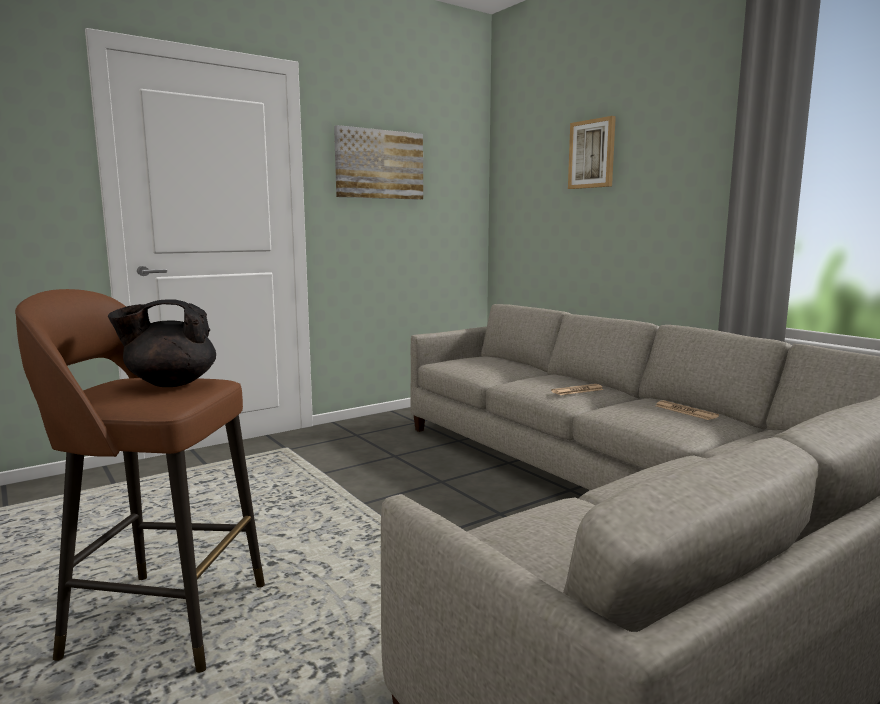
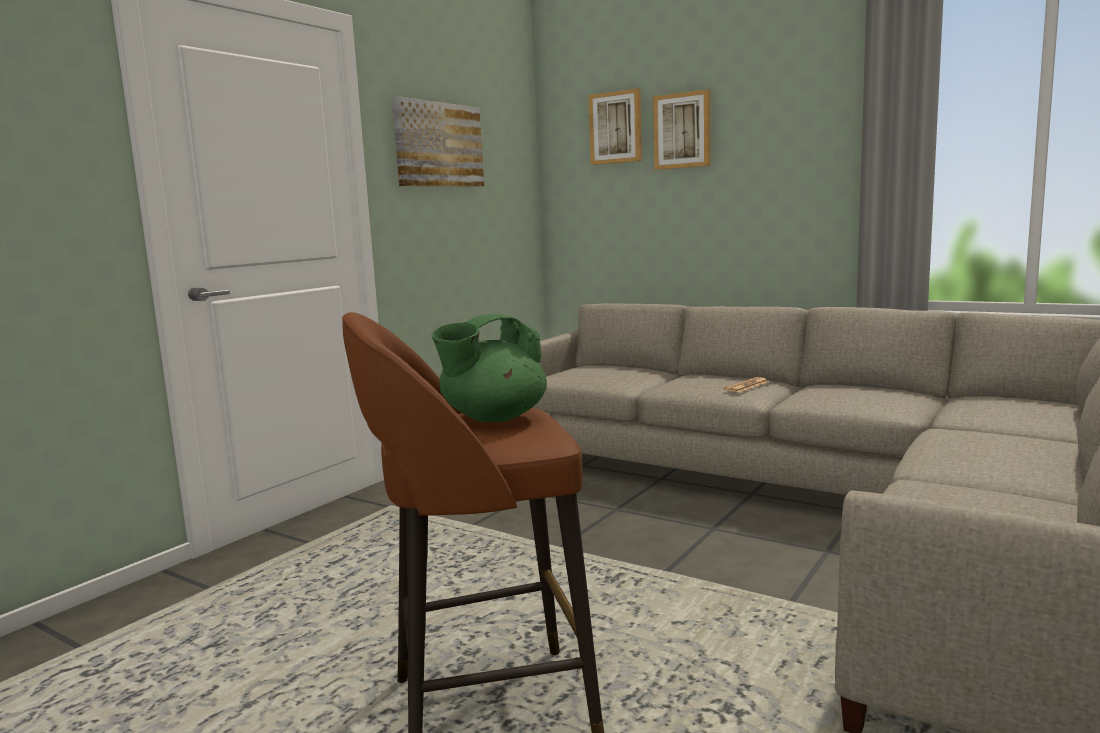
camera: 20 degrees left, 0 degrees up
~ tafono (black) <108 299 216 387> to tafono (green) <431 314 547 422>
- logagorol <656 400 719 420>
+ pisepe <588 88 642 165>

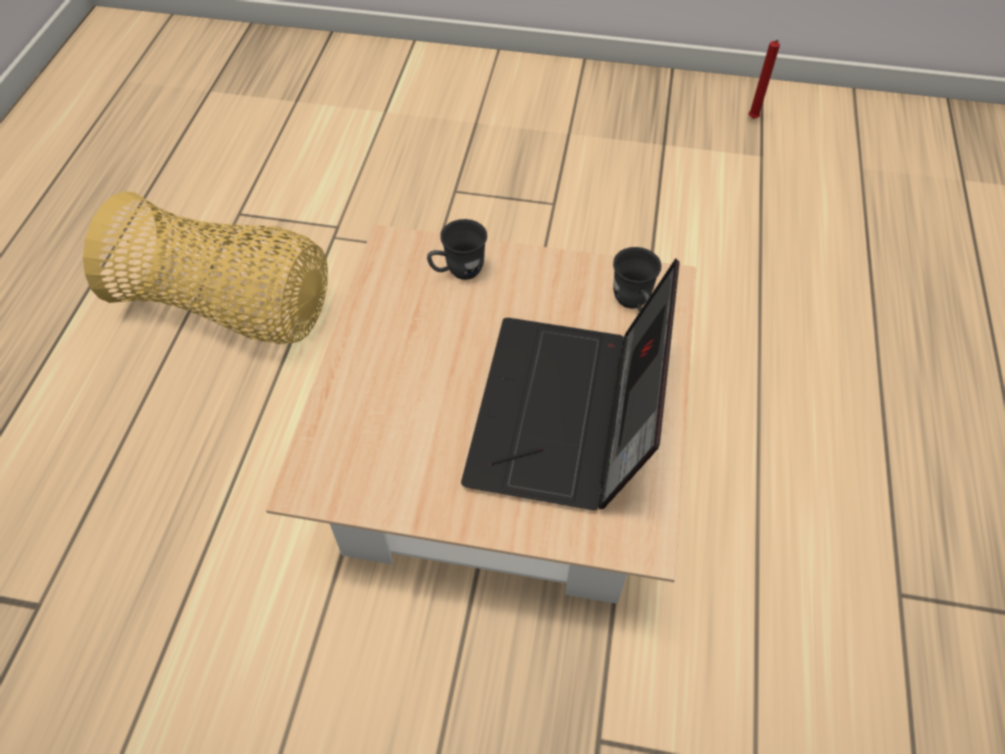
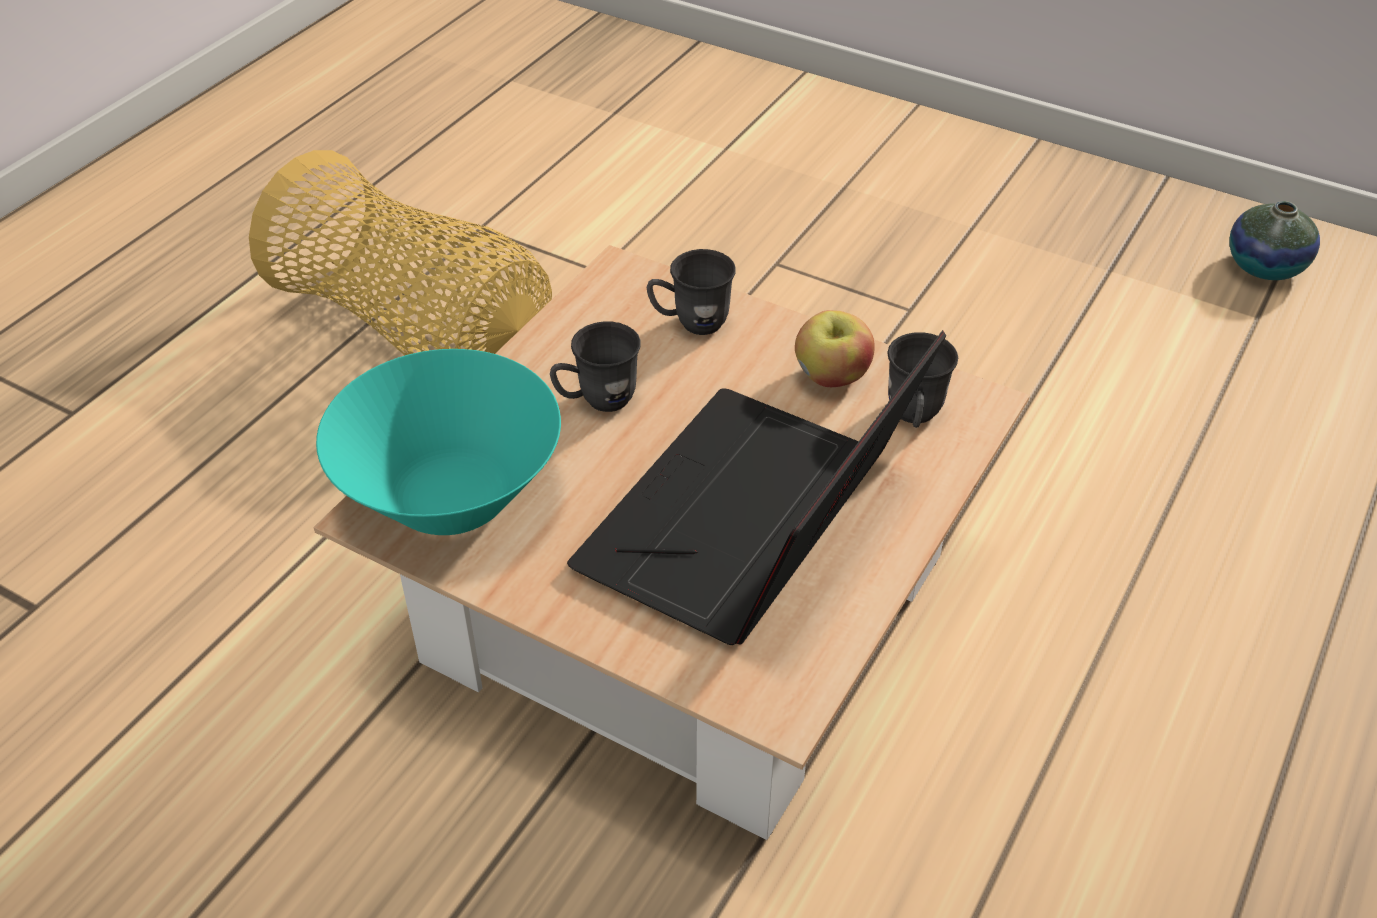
camera: 20 degrees right, 10 degrees down
~ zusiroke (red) <748 40 780 119> to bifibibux <1229 201 1320 280>
+ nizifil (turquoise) <316 349 561 535>
+ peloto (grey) <550 322 641 412>
+ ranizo <795 310 875 387>

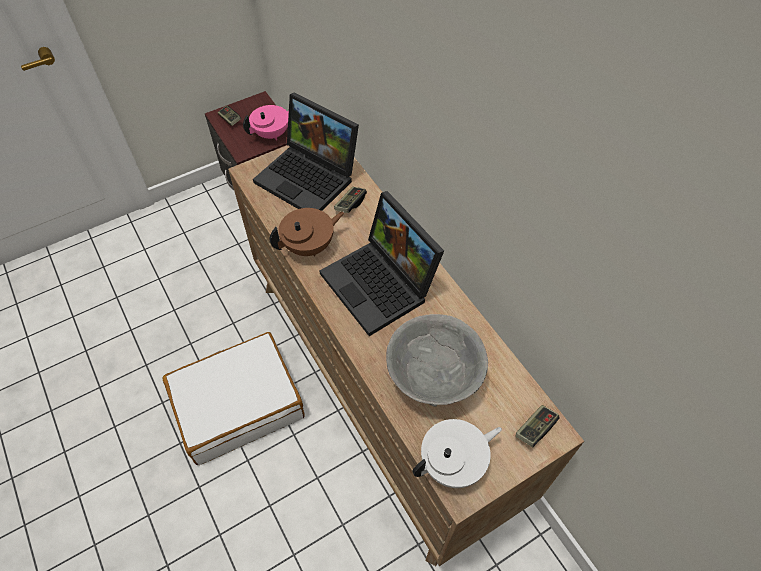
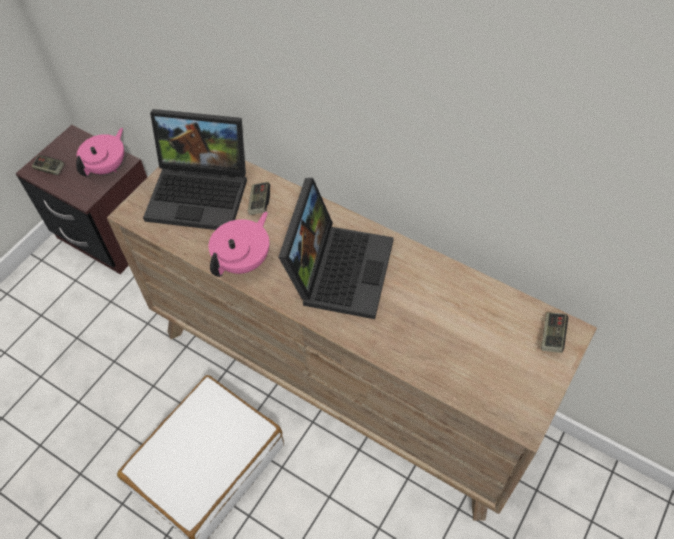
camera: 25 degrees left, 0 degrees up
~ tafono (brown) <270 208 344 257> to tafono (pink) <209 211 269 277>
~ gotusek <320 191 444 336> = <279 178 394 319> 105 degrees counterclockwise
- nizifil (grey) <386 314 488 407>
- tafono (white) <412 419 502 488>

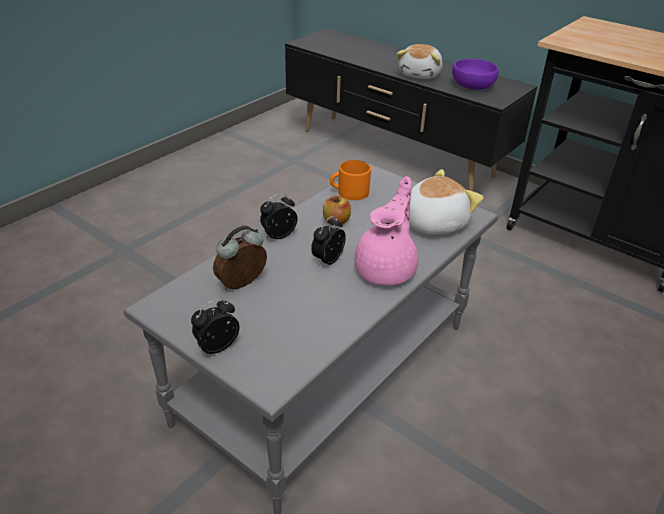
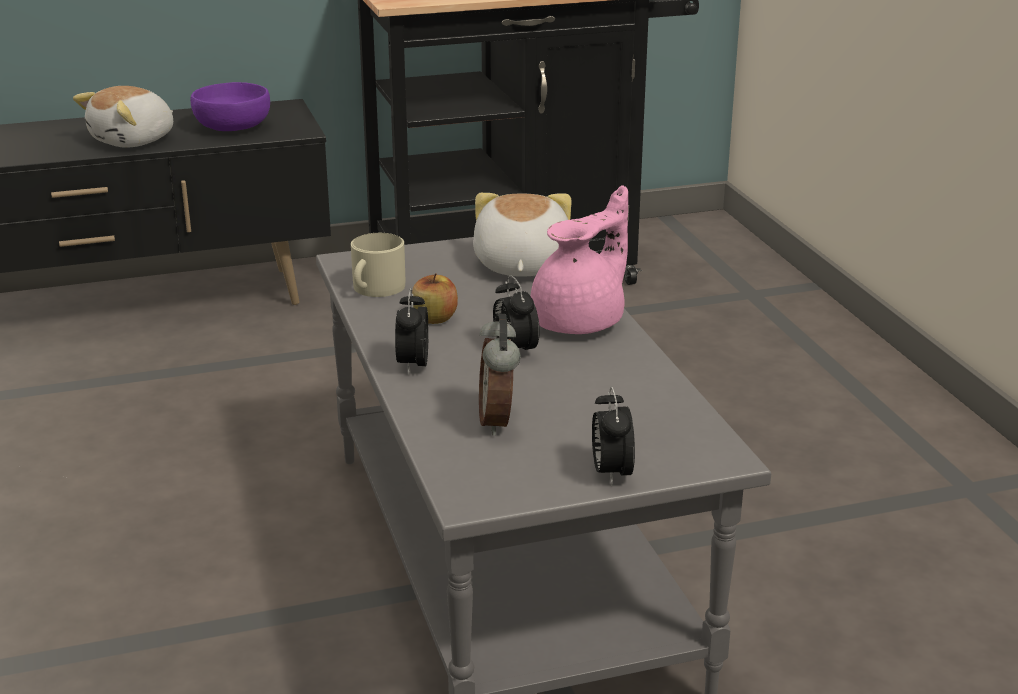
camera: 55 degrees left, 10 degrees down
~ peloto (orange) <330 160 371 200> to peloto (beige) <351 233 405 297>
~ tafono (pink) <355 176 418 285> = <531 185 628 334> 75 degrees clockwise
~ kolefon <397 44 443 79> = <73 86 173 148> 75 degrees clockwise

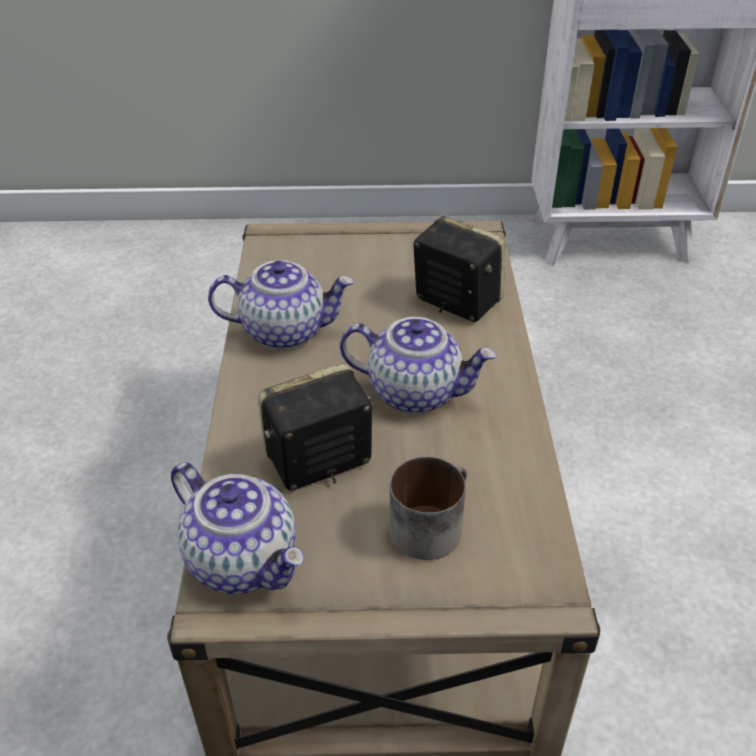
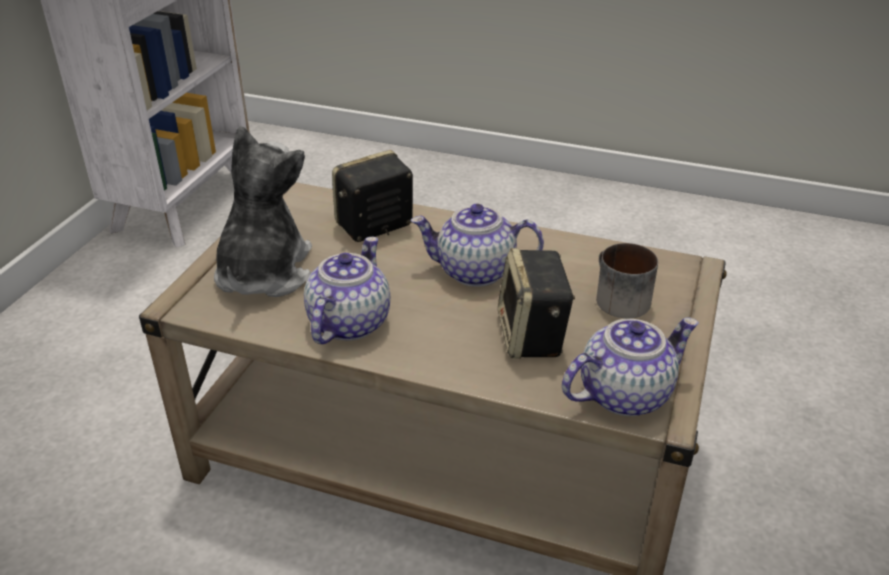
camera: 70 degrees left, 5 degrees down
~ tafono <340 317 497 414> = <411 203 544 287> 120 degrees counterclockwise
+ kolefon <214 126 312 297>

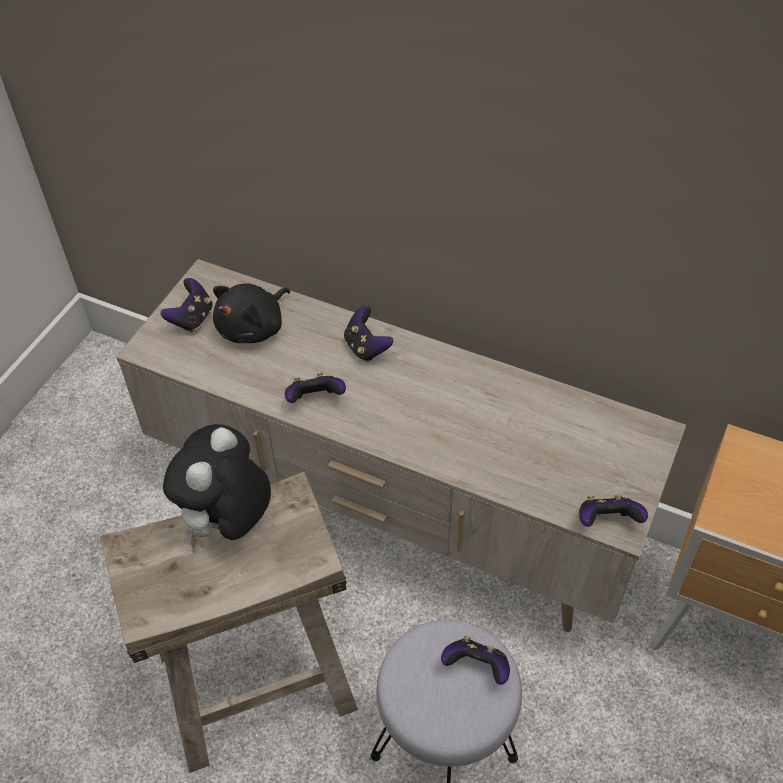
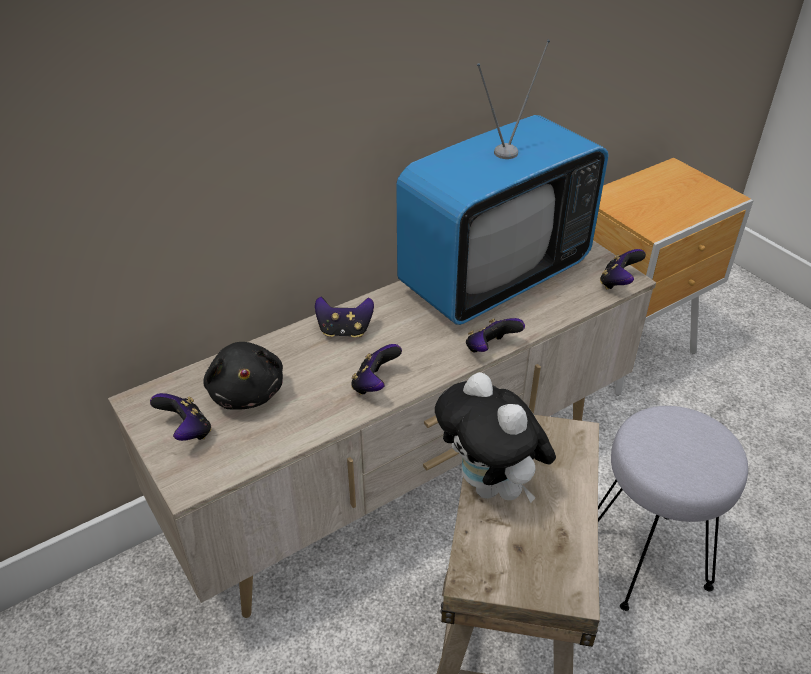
camera: 60 degrees left, 10 degrees down
~ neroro <441 636 510 685> to <466 318 525 353>
+ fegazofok <396 40 608 325>

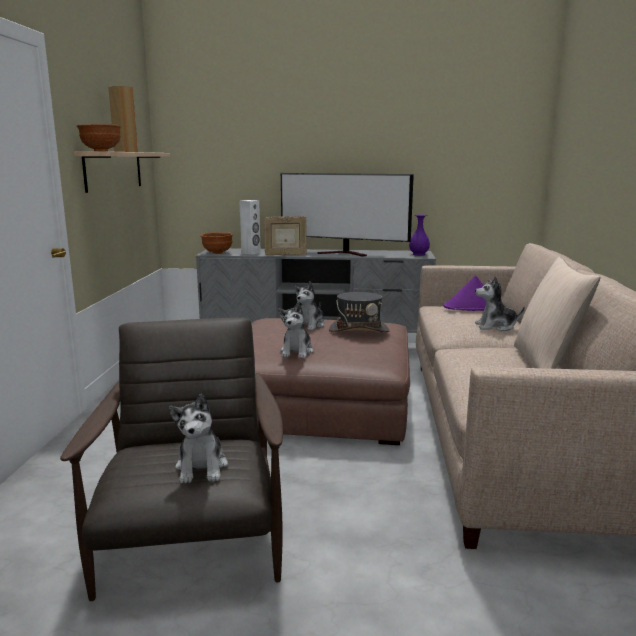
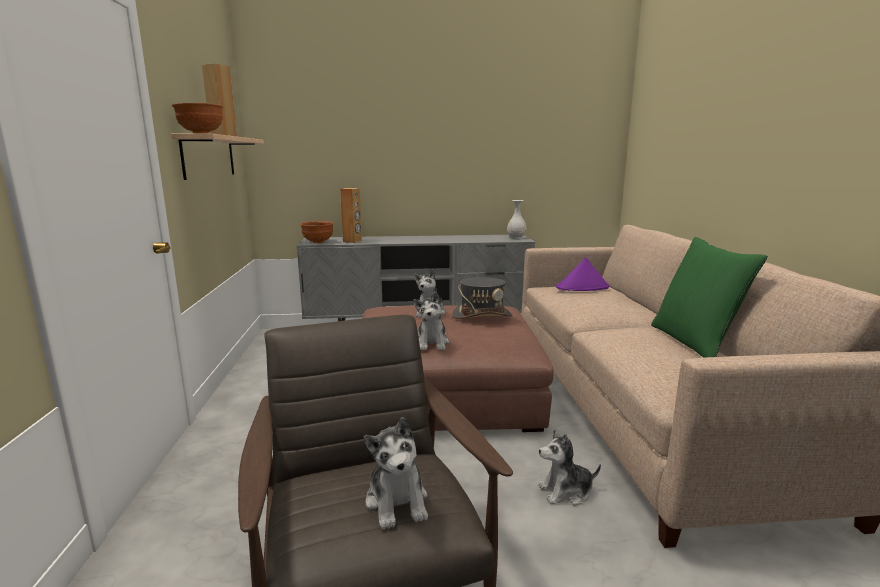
camera: 10 degrees left, 0 degrees up
~ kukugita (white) <240 200 261 255> to kukugita (brown) <340 188 362 243>
- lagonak <264 216 307 255>
- fegazofok <281 173 414 257>
~ bifibibux (purple) <409 214 430 256> to bifibibux (white) <507 200 527 239>
~ kolefon <475 277 525 331> to <538 429 601 506>
~ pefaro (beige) <514 257 601 369> to pefaro (green) <651 237 768 358>

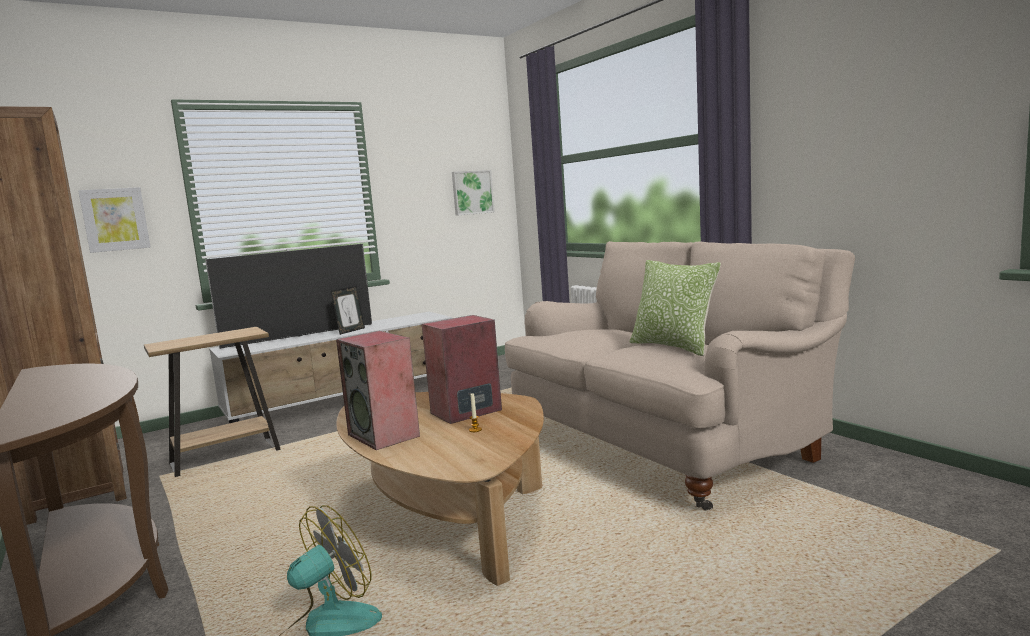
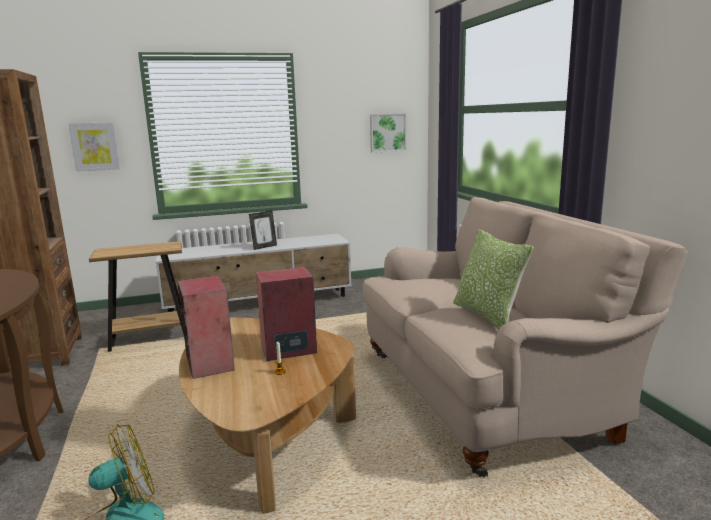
camera: 15 degrees right, 5 degrees up
- fegazofok <205 244 372 349>

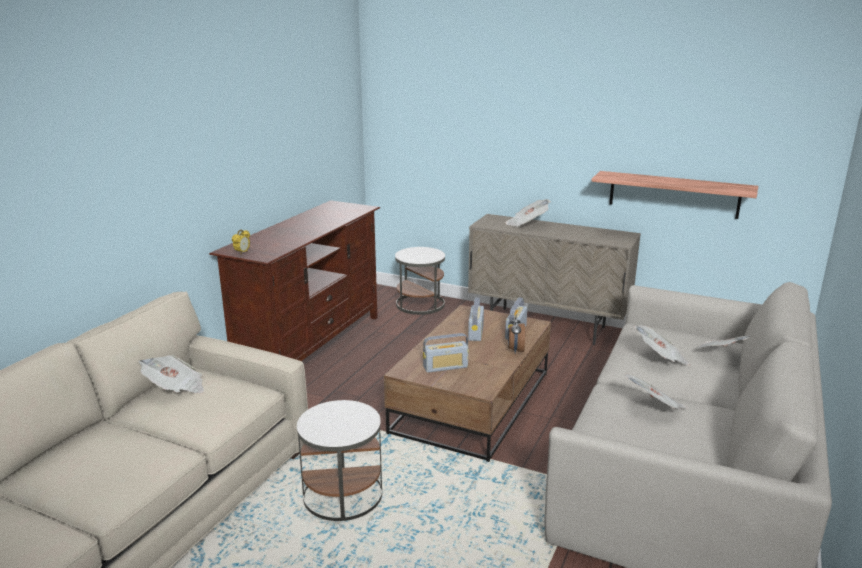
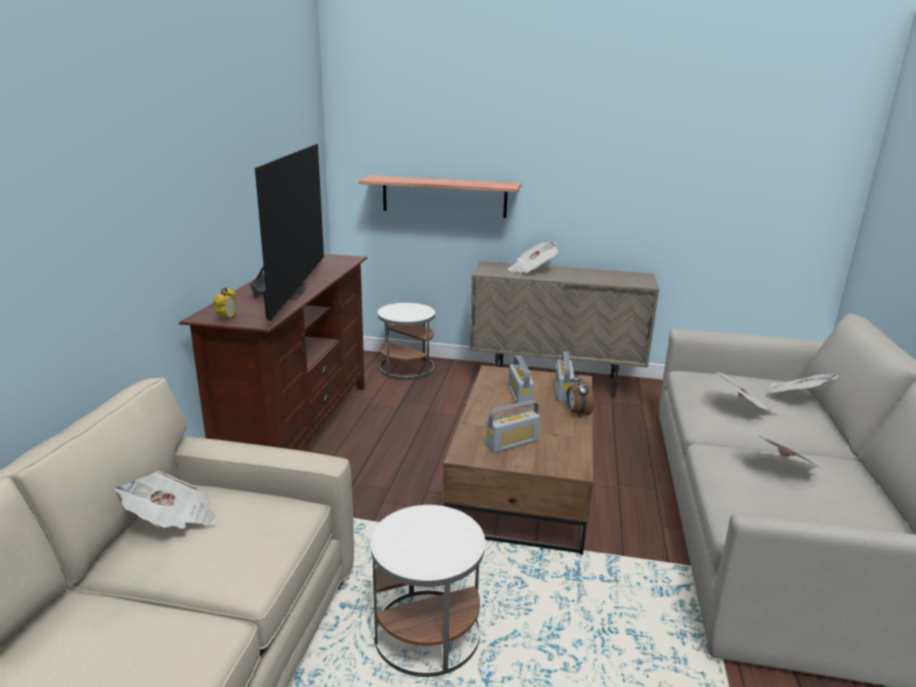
camera: 15 degrees left, 0 degrees up
~ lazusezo <592 171 758 219> to <359 175 521 218>
+ fegazofok <250 144 324 321>

